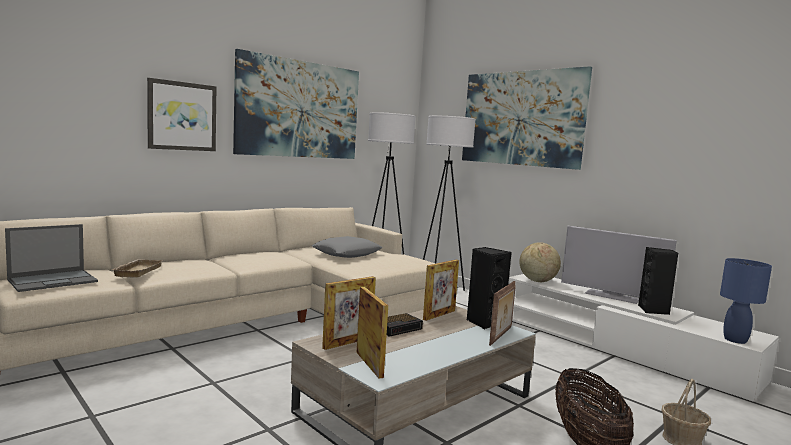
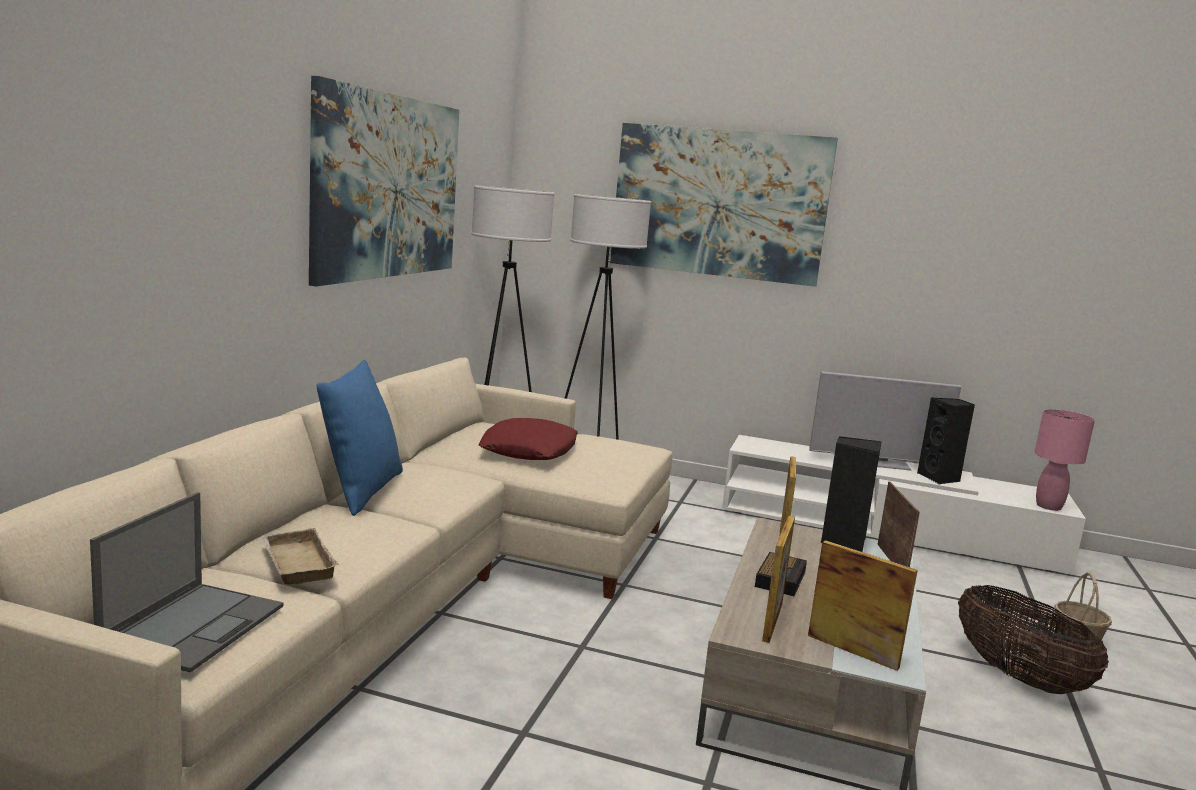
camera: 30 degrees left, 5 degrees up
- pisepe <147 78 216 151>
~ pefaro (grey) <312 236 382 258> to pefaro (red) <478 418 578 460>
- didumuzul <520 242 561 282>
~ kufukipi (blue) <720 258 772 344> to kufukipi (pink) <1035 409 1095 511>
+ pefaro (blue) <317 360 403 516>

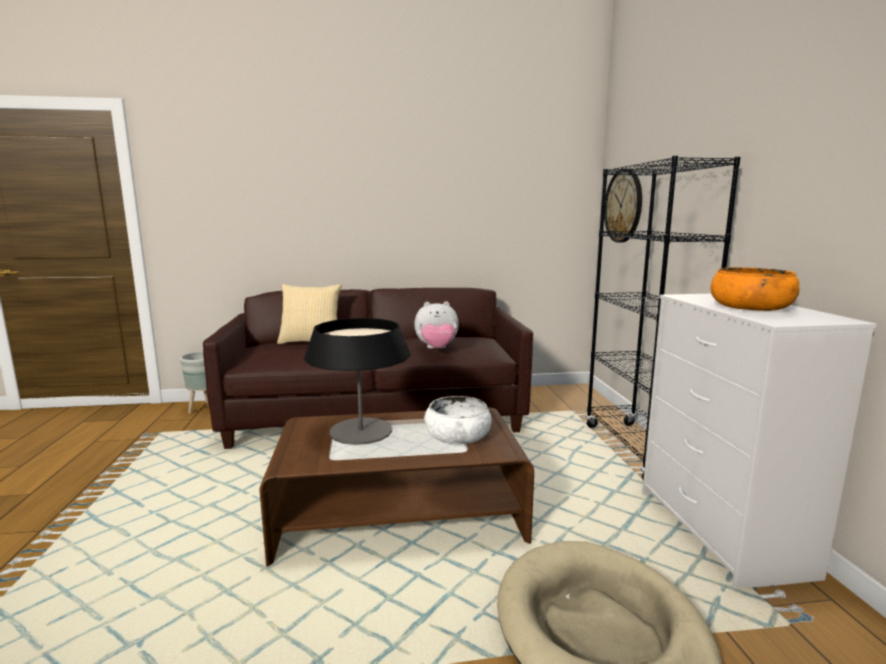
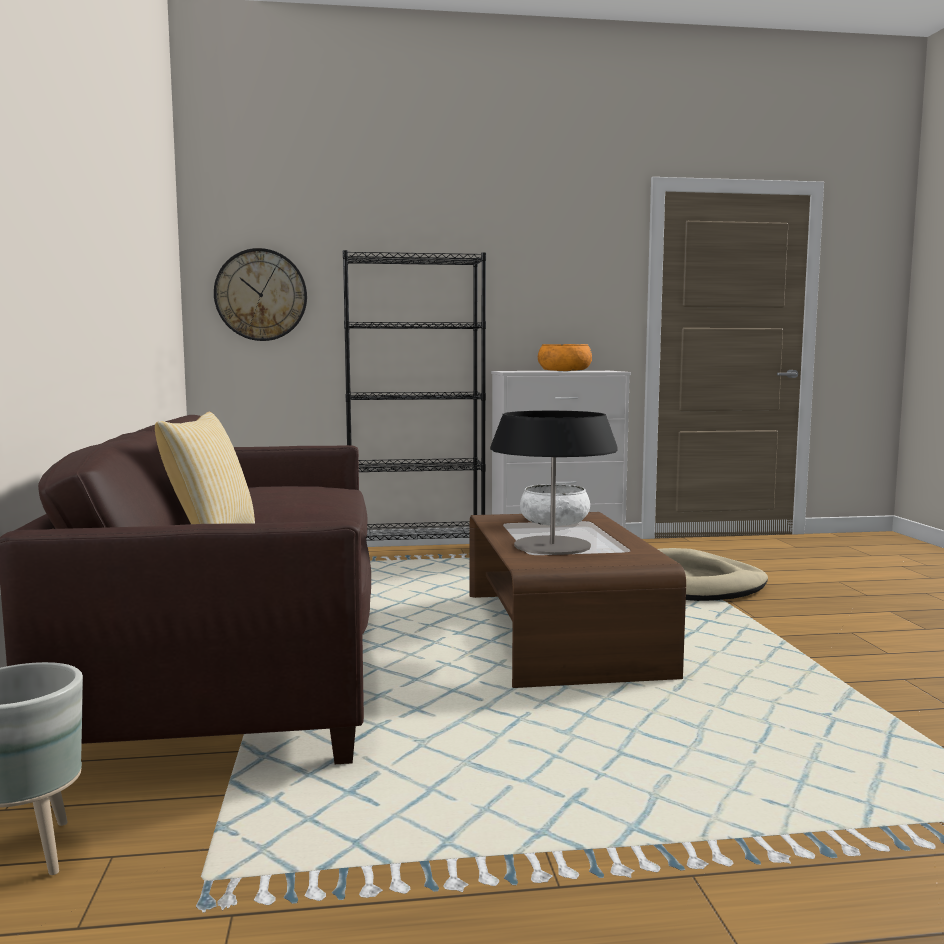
camera: 90 degrees left, 5 degrees down
- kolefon <414 301 459 349>

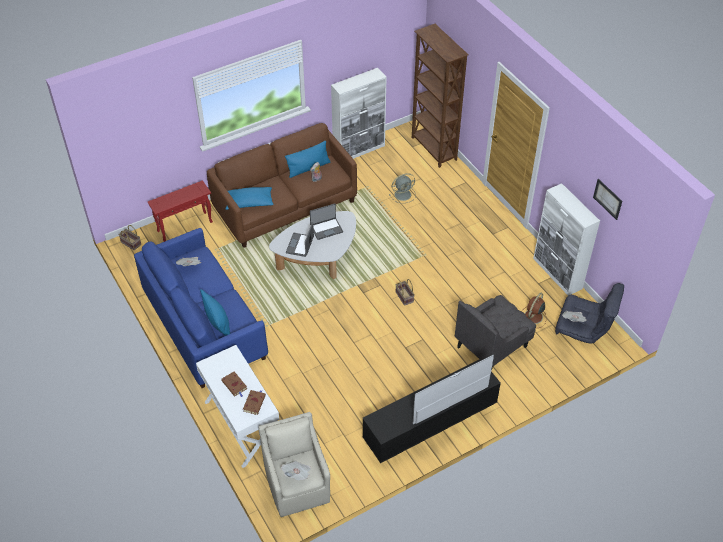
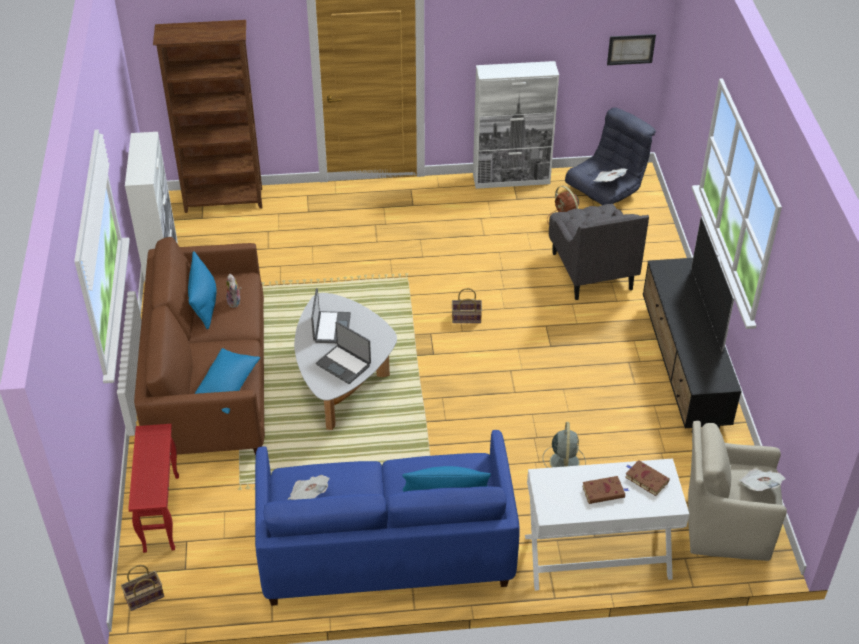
camera: 65 degrees left, 5 degrees down
~ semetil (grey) <389 173 416 203> to <543 422 586 468>
~ pisepe <593 179 622 220> to <607 34 656 65>

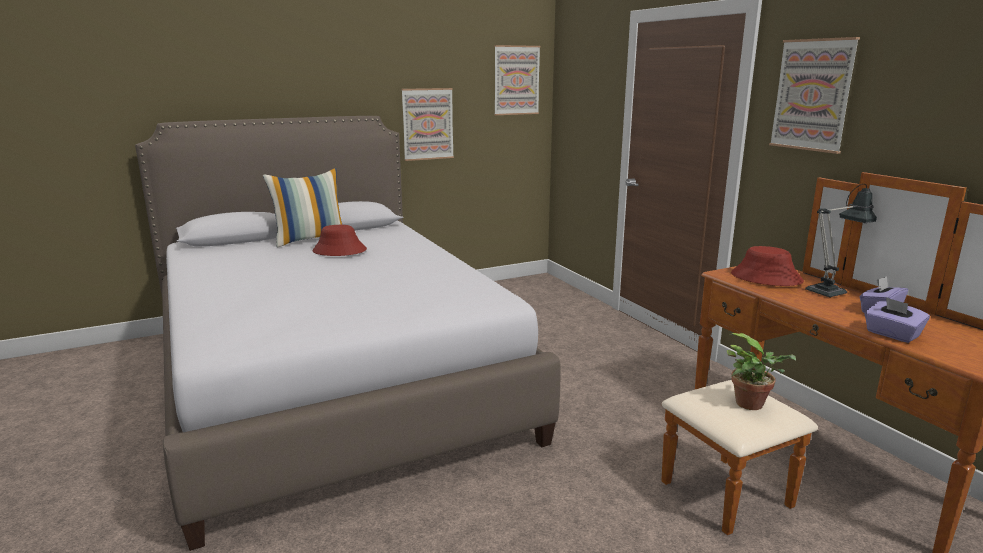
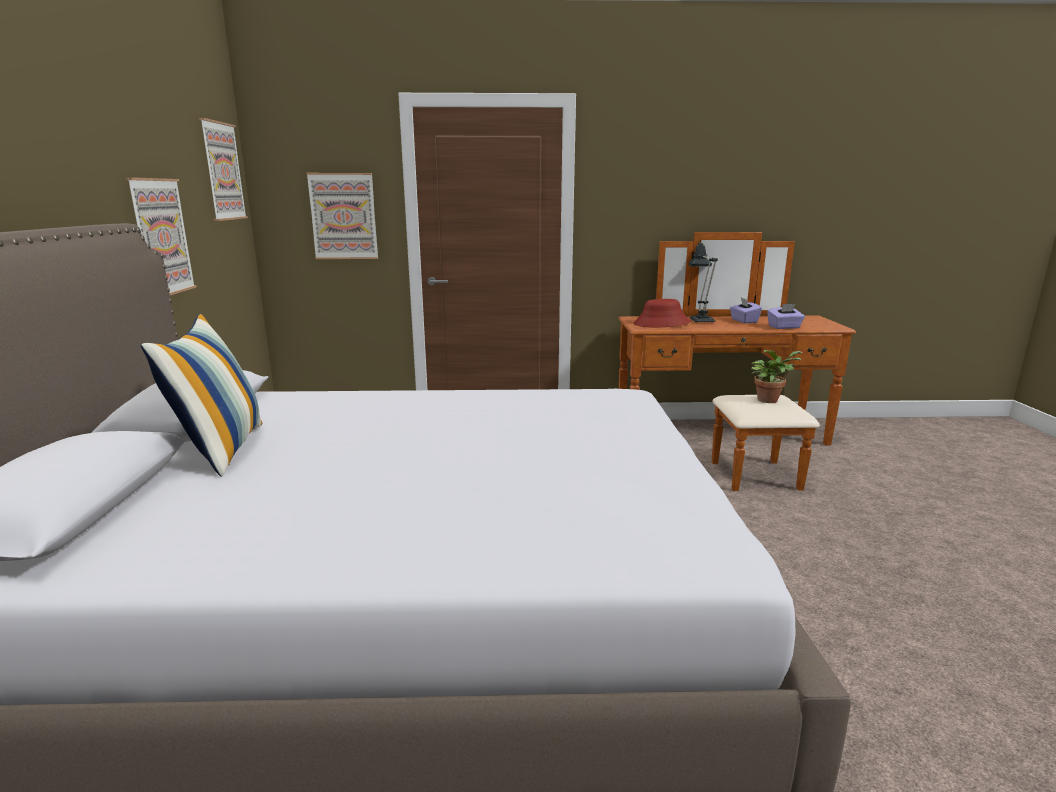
camera: 65 degrees left, 0 degrees up
- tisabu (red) <313 225 367 256>
~ pisepe <769 37 860 154> to <307 173 378 259>

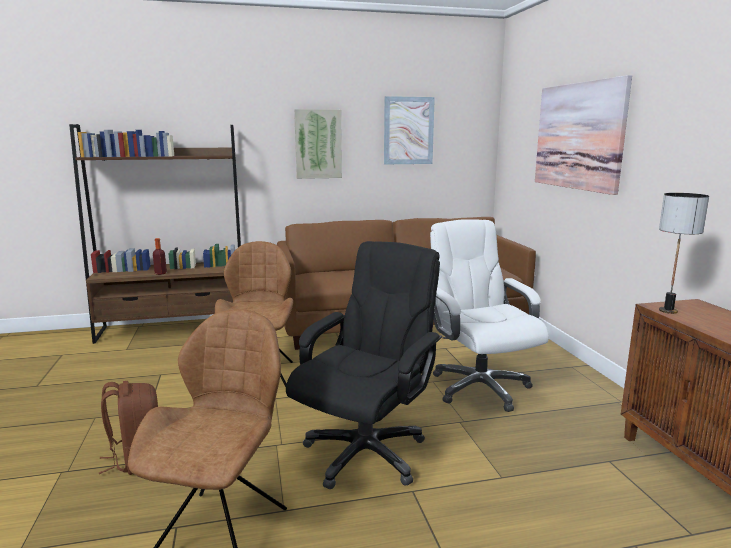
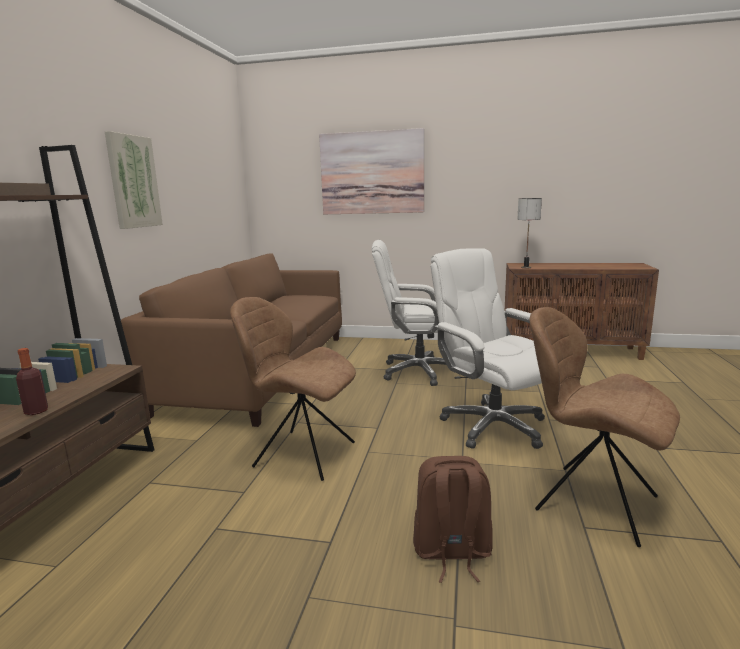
camera: 65 degrees left, 0 degrees up
~ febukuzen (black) <286 241 442 489> to febukuzen (white) <431 248 545 449>
- pisepe <384 96 435 165>

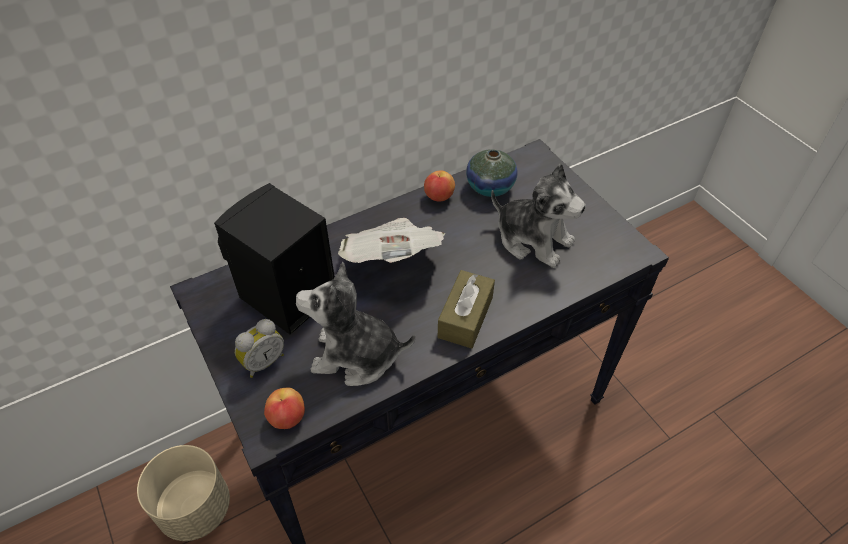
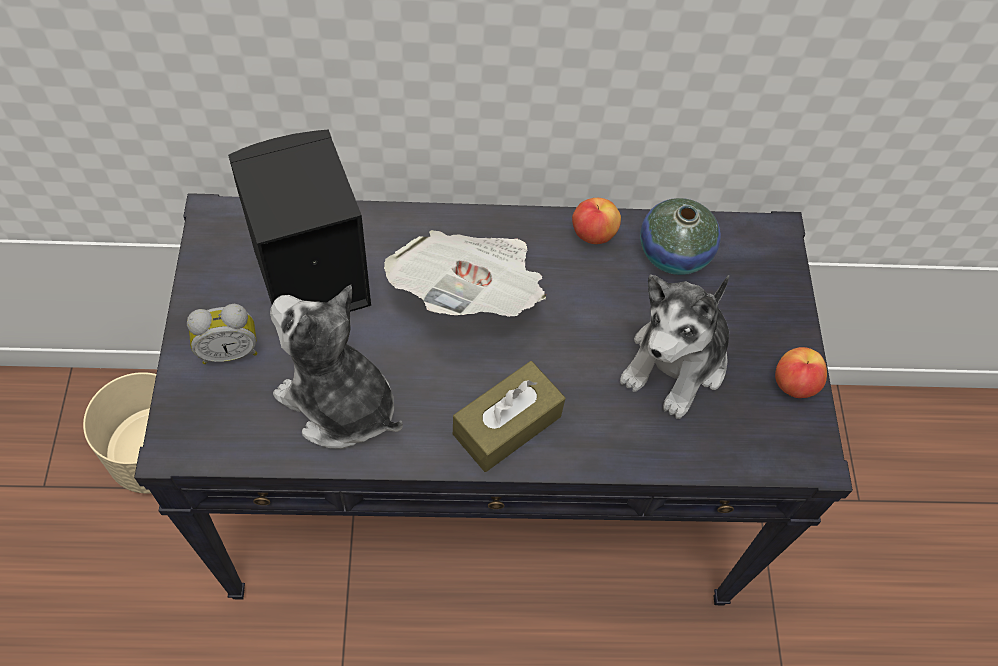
camera: 25 degrees right, 10 degrees up
~ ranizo <264 388 305 429> to <775 347 827 398>
~ kolefon <491 163 586 268> = <620 275 729 419> 60 degrees clockwise

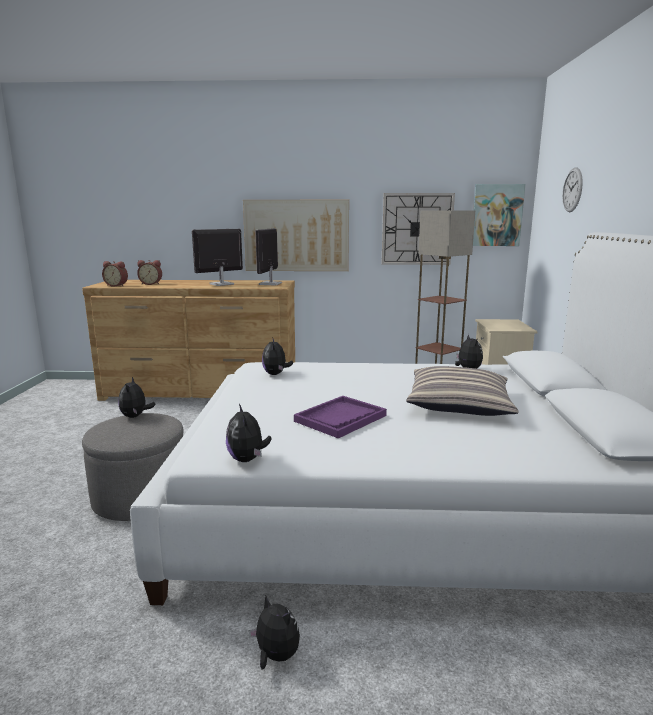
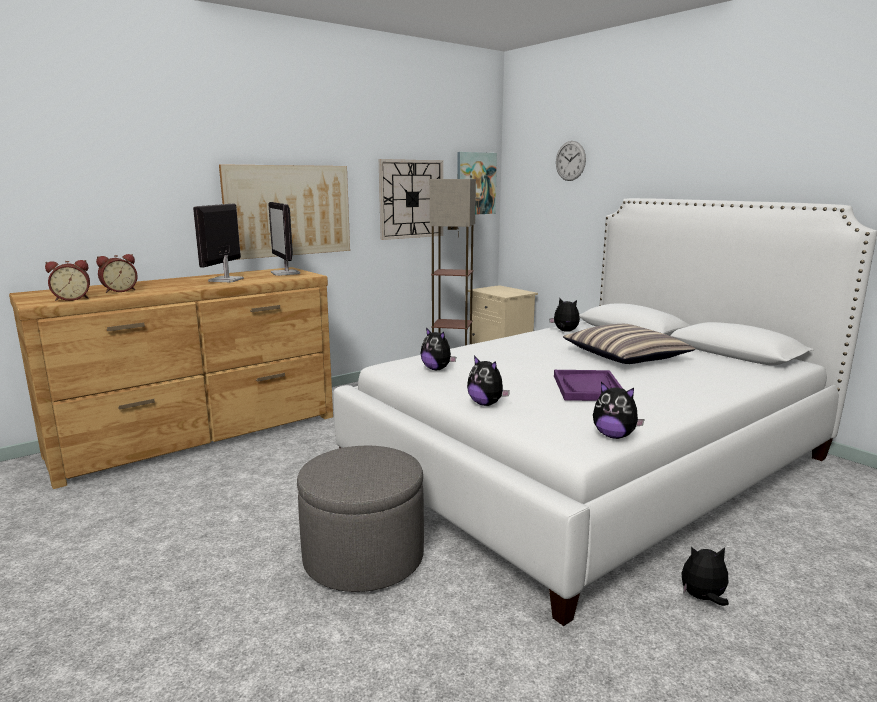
camera: 40 degrees left, 0 degrees up
~ kolefon <118 377 156 418> to <467 355 510 406>

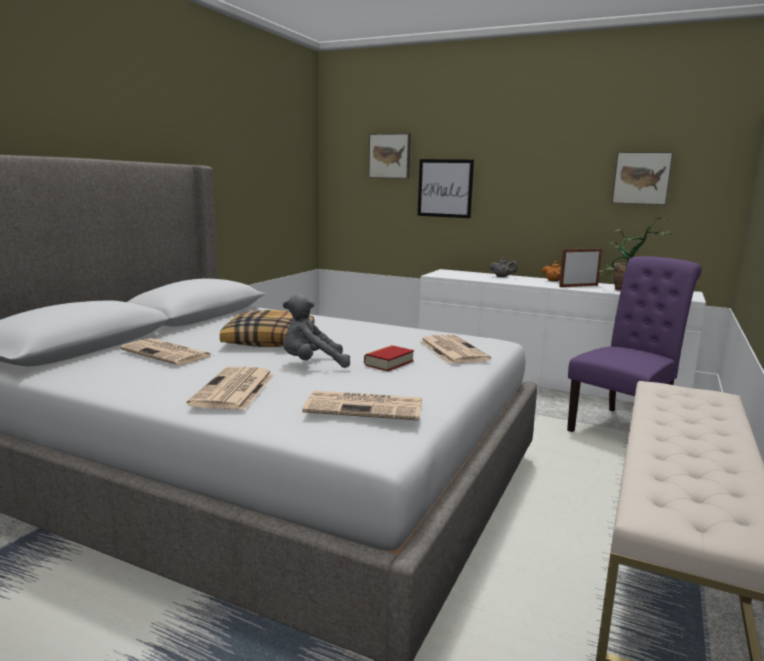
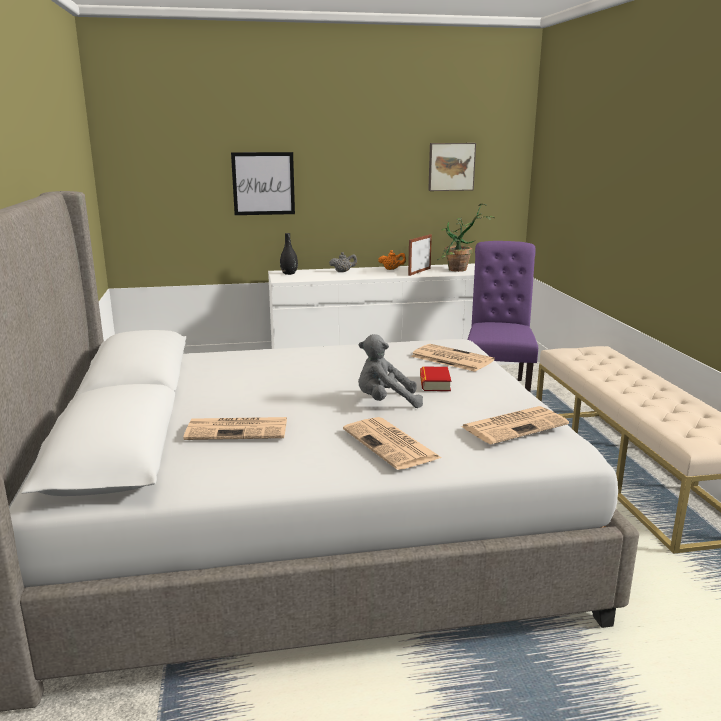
camera: 35 degrees left, 5 degrees up
- pefaro <220 310 314 347>
~ kolefon (grey) <283 293 350 368> = <358 334 423 408> 45 degrees clockwise
- pisepe <368 133 411 179>
+ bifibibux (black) <280 233 298 275>

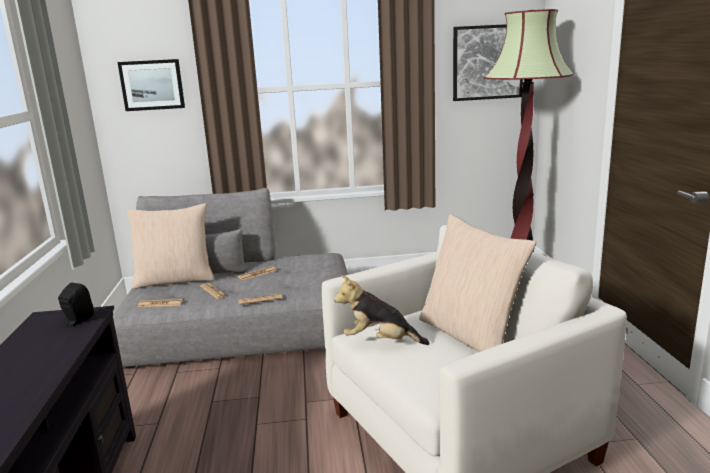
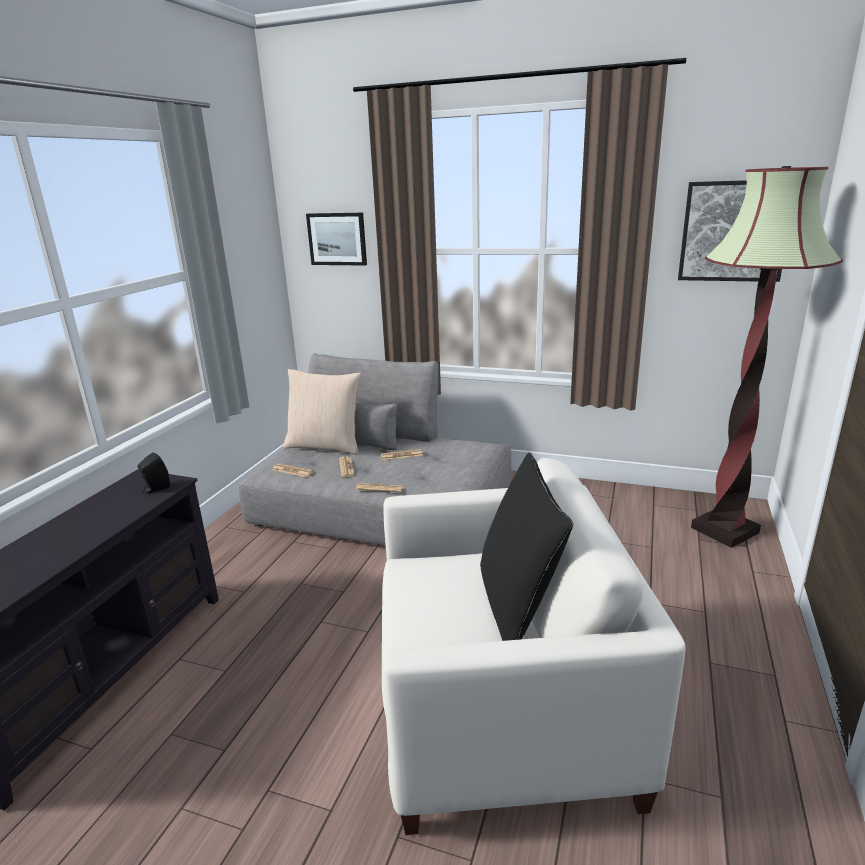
camera: 25 degrees right, 5 degrees up
- kolefon <334 275 430 345>
~ pefaro (beige) <419 214 536 352> to pefaro (black) <480 452 573 641>

